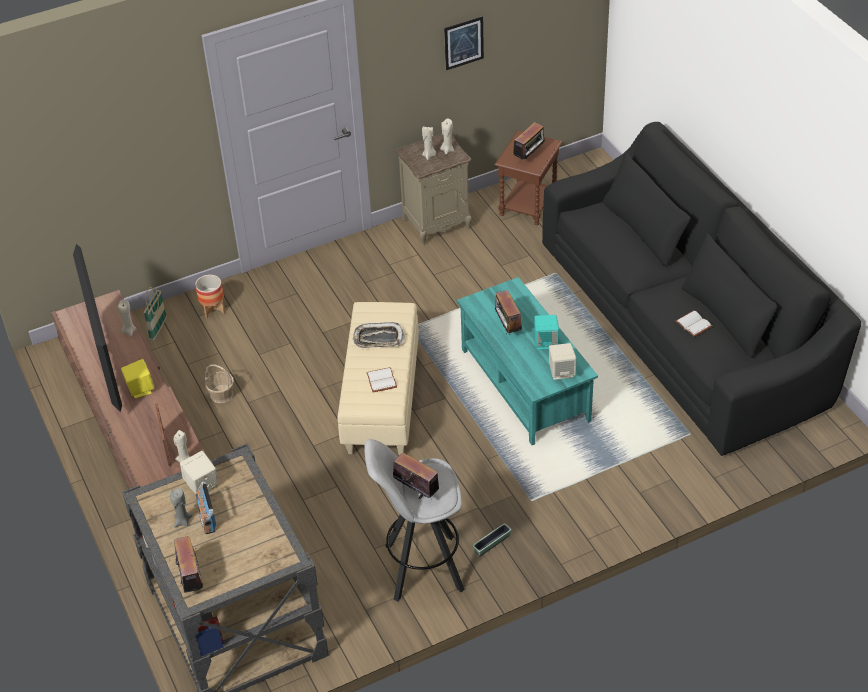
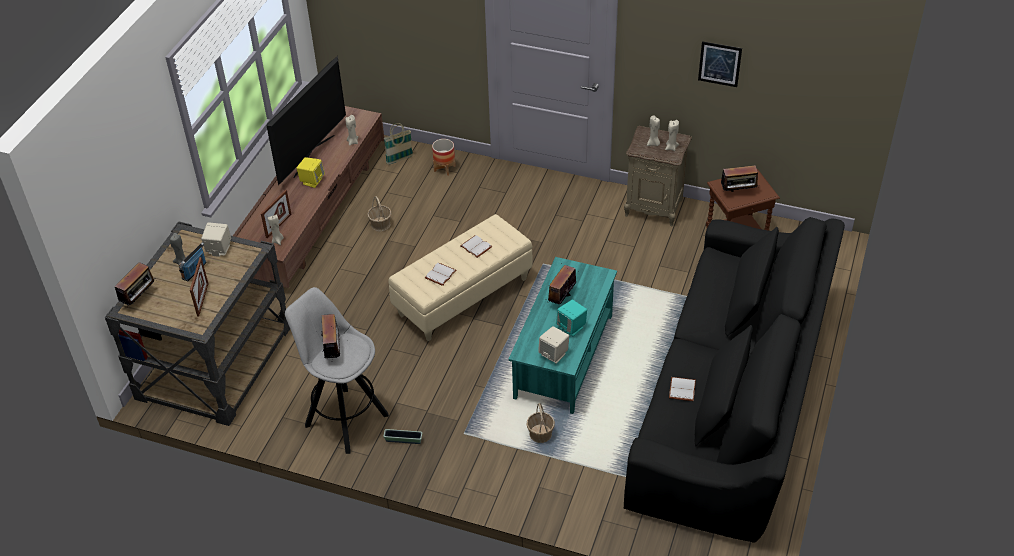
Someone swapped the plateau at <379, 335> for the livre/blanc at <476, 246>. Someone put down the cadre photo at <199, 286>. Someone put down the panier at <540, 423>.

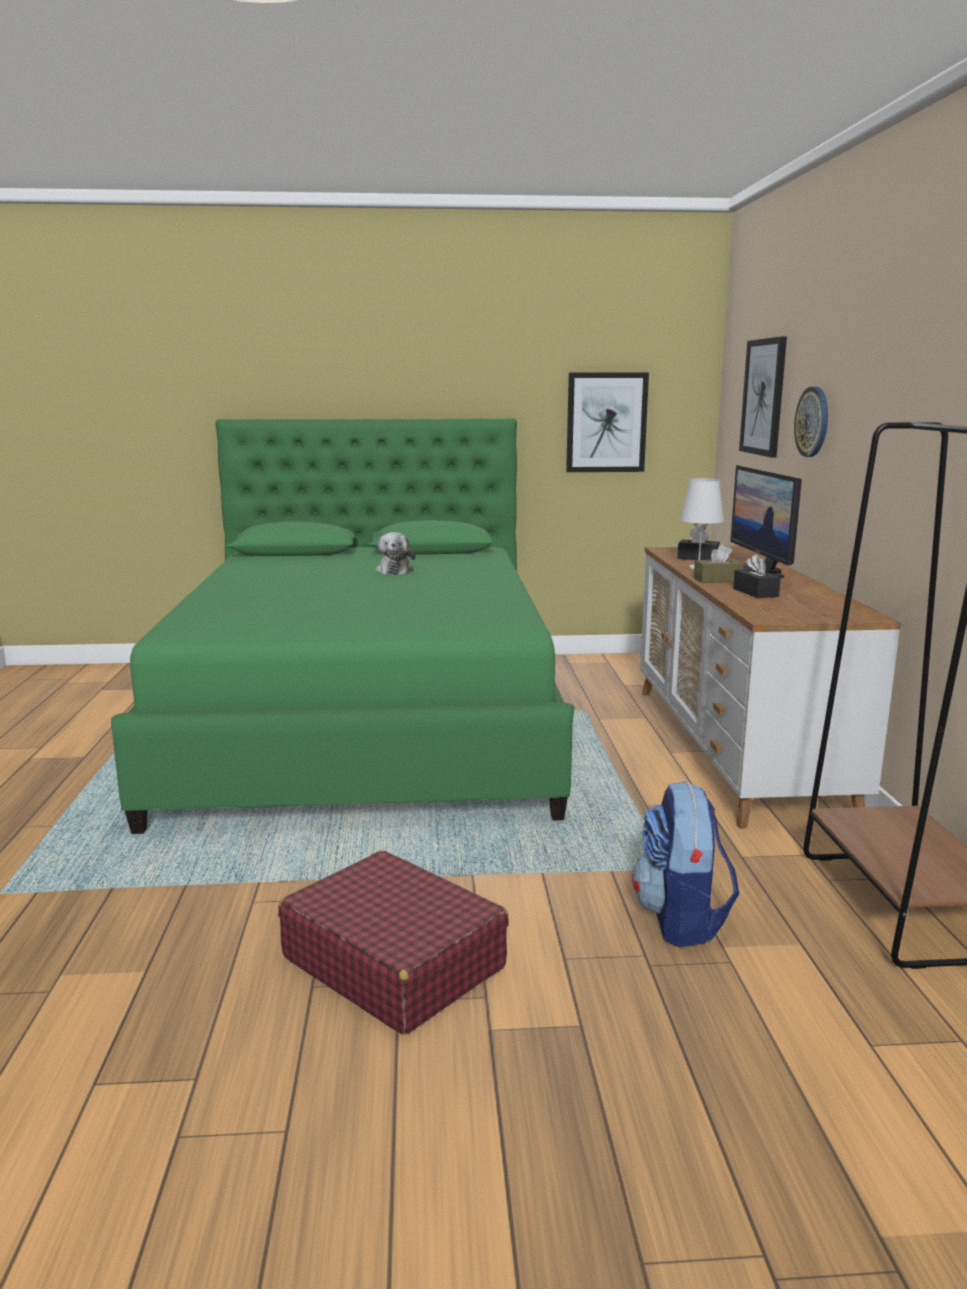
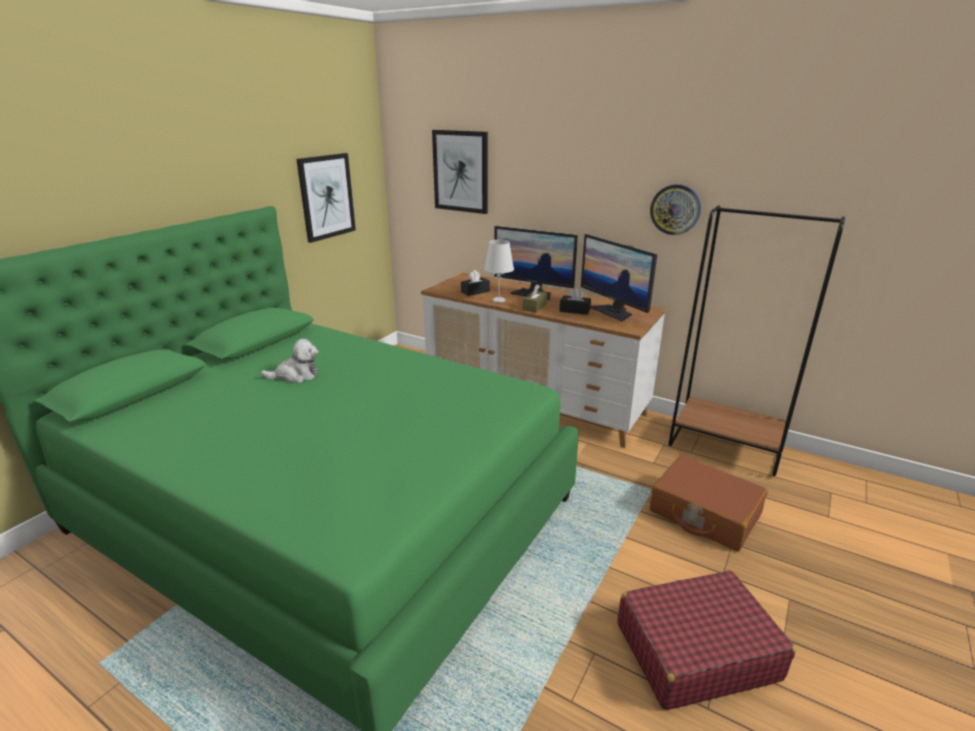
Someone rotated the peluche at <395, 553> by 45 degrees counterclockwise. Someone swapped the sac à dos at <685, 864> for the valise/marron at <709, 503>. Someone carried the horloge murale from <811, 422> to <675, 209>. Someone put down the écran d'ordinateur at <619, 277>.

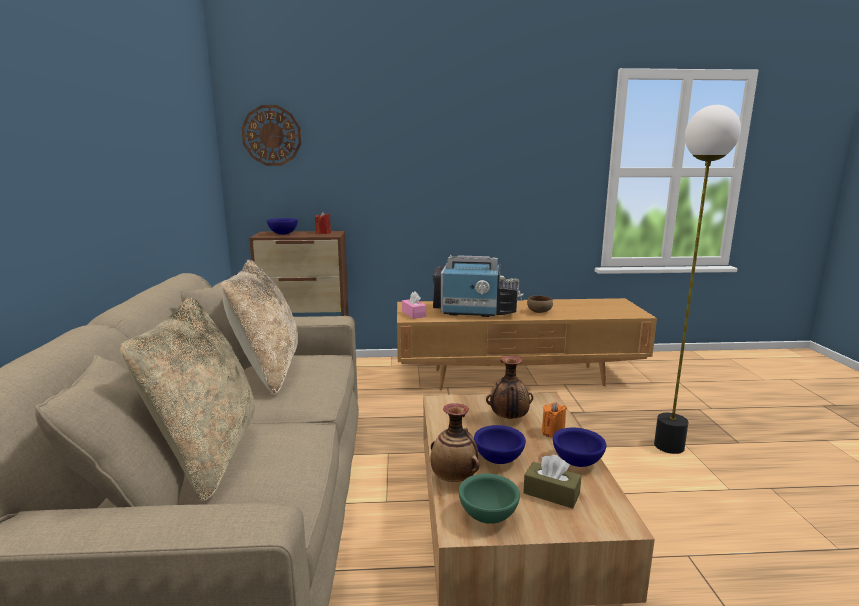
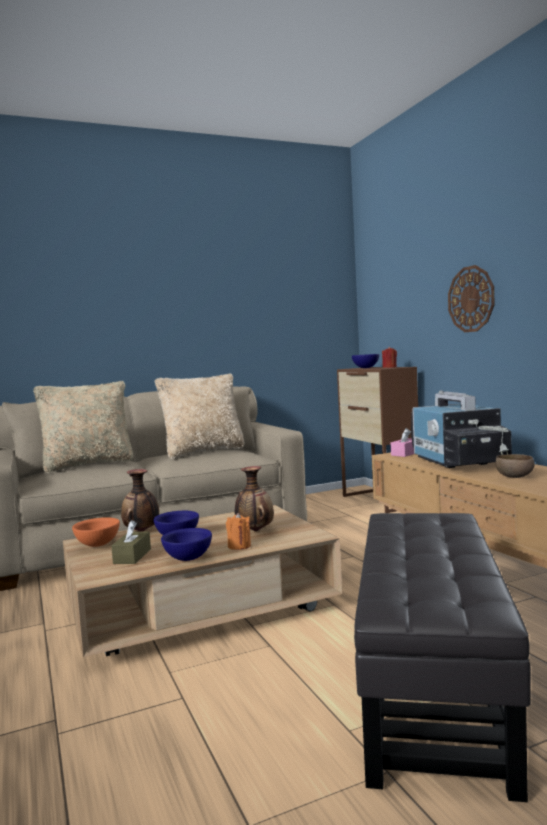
Someone carried the horloge murale from <271, 135> to <471, 298>. Someone repainted the bol/vert at <489, 499>, which became the bol/orange at <96, 532>. Someone swapped the lampadaire at <697, 279> for the pouf/noir at <442, 657>.

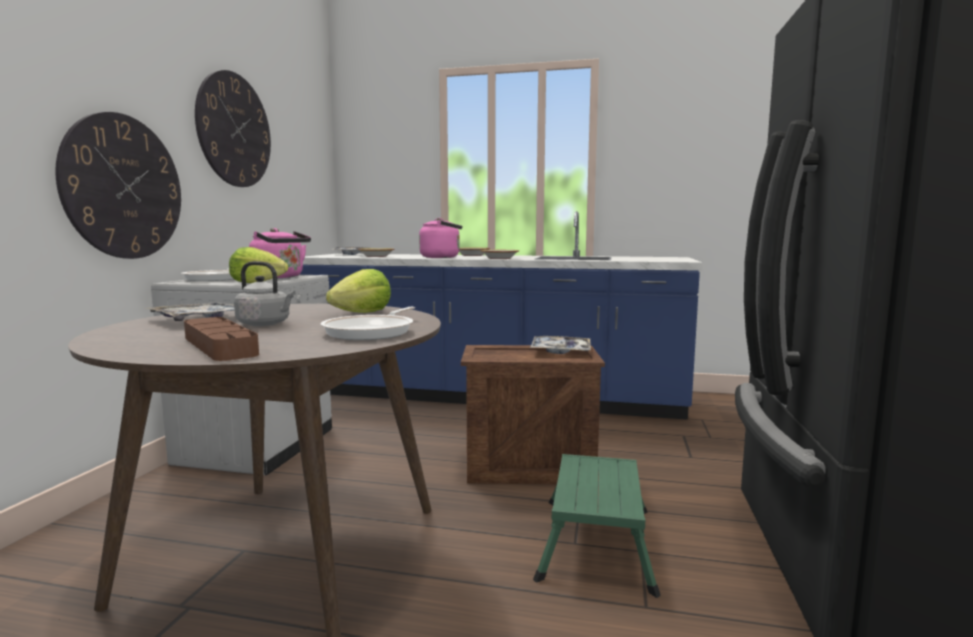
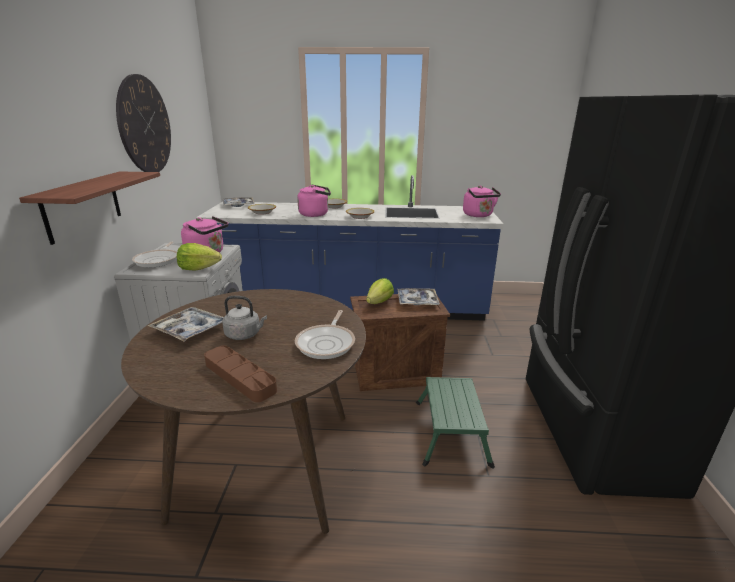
Someone swapped the horloge murale at <118, 185> for the étagère at <89, 208>. Someone carried the laitue from <358, 291> to <380, 291>. Someone put down the bouilloire/rose at <482, 201>.

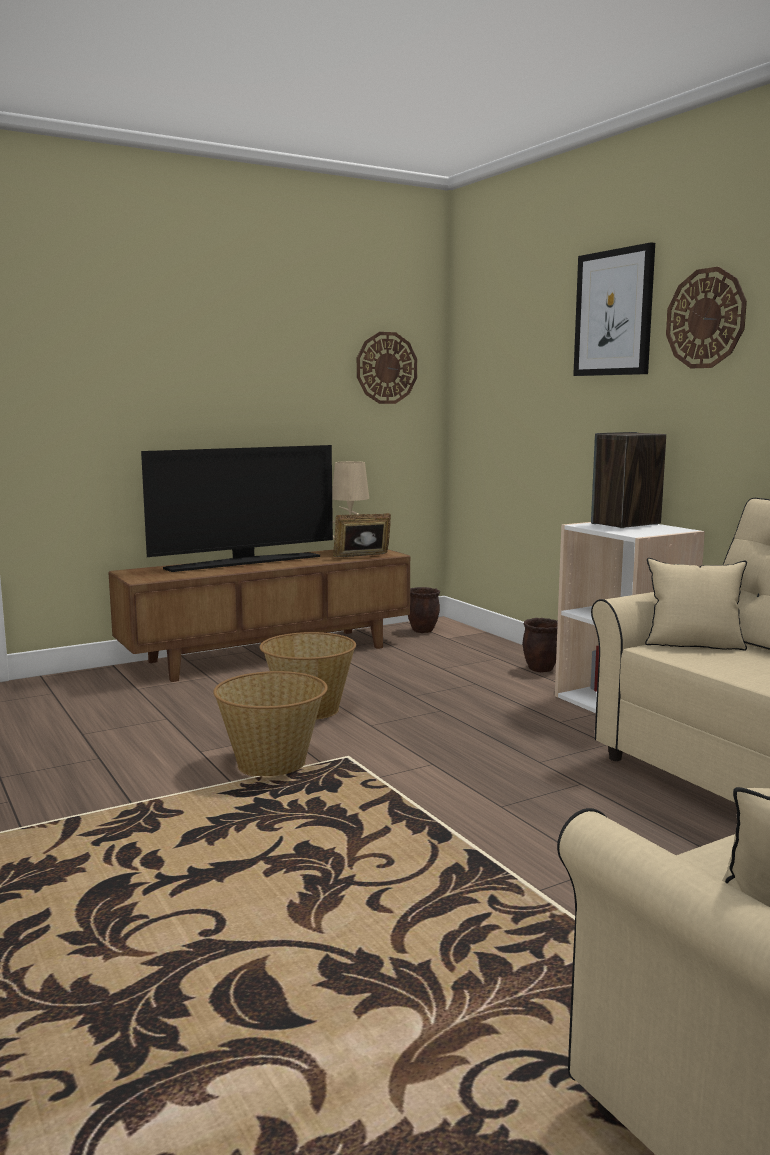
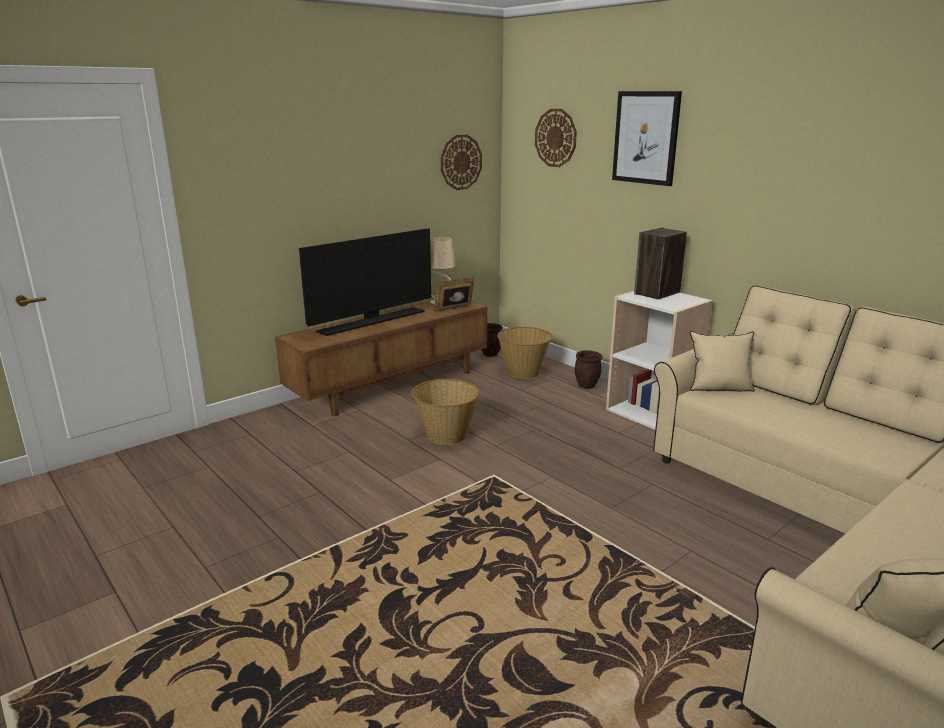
Someone carried the panier from <270, 724> to <525, 353>. Someone carried the horloge murale from <706, 318> to <556, 138>.

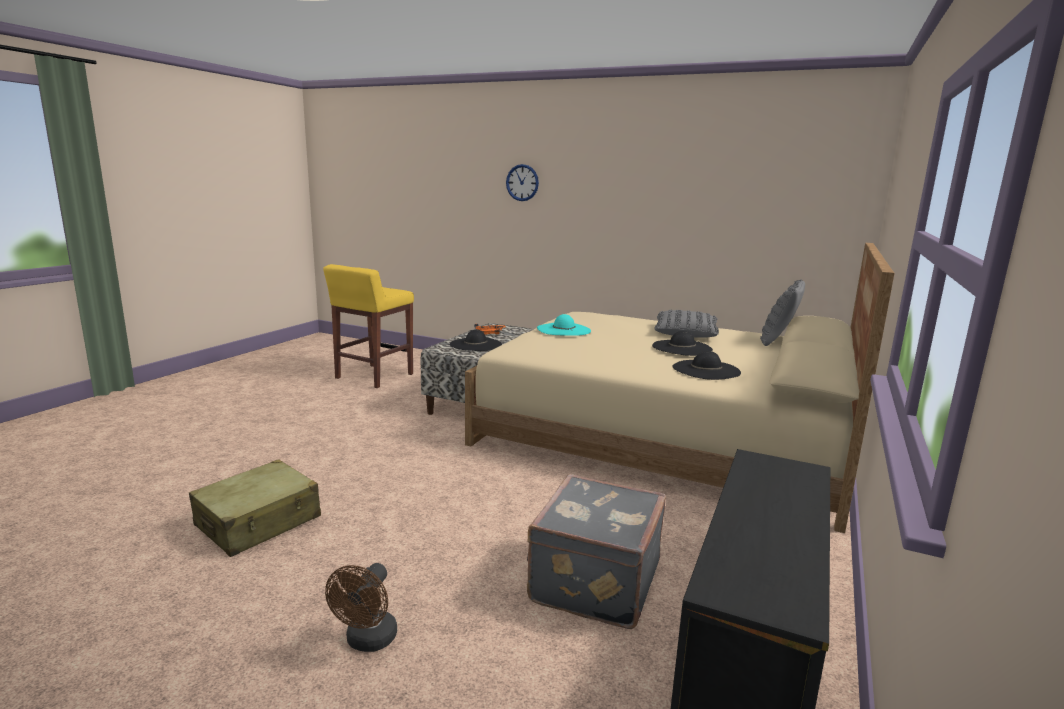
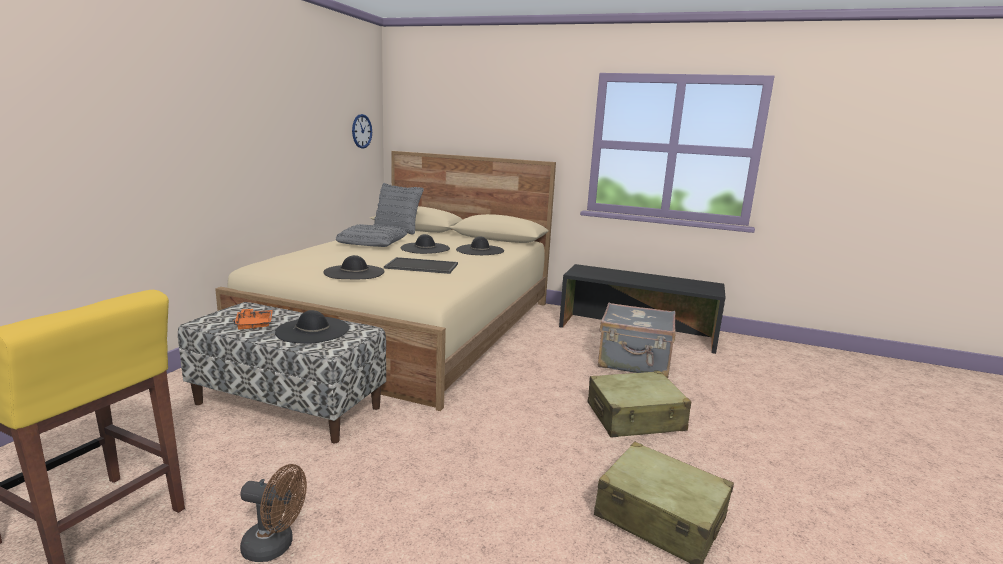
Someone carried the ventilateur/marron from <361, 607> to <273, 513>. Someone carried the horloge murale from <522, 182> to <362, 131>. Someone repainted the chapeau/turquoise at <564, 325>, which became the chapeau/noir at <354, 267>. Someone put down the plateau at <421, 265>. Someone put down the valise/beige at <639, 404>.

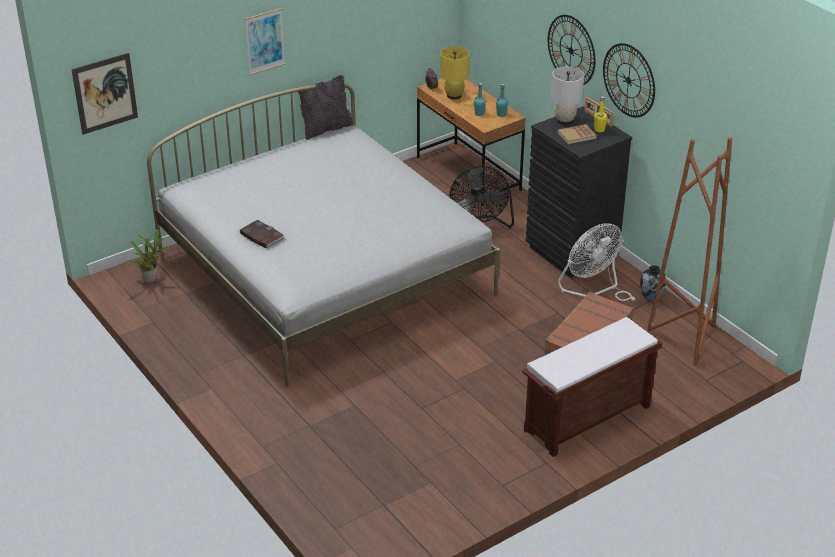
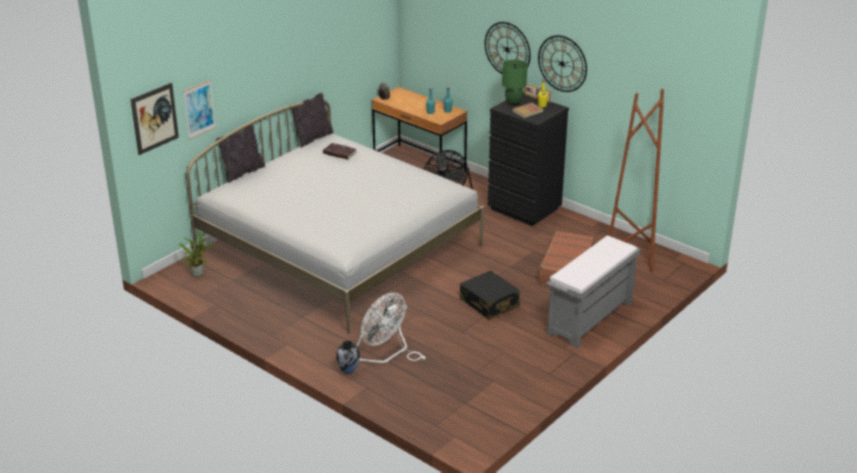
Someone carried the livre from <262, 234> to <340, 151>. Someone carried the tableau from <265, 41> to <199, 109>. Someone took away the lampe de table/jaune at <454, 72>. Someone repainted the banc/marron at <592, 387>, which became the banc/gris at <593, 292>. Someone repainted the lampe de table/blanc at <567, 95>, which became the lampe de table/vert at <514, 83>. Someone carried the ventilateur/blanc from <596, 262> to <391, 328>. Someone carried the vase from <653, 283> to <348, 357>. Someone put down the coussin/noir at <240, 154>. Someone put down the valise/noir at <490, 294>.

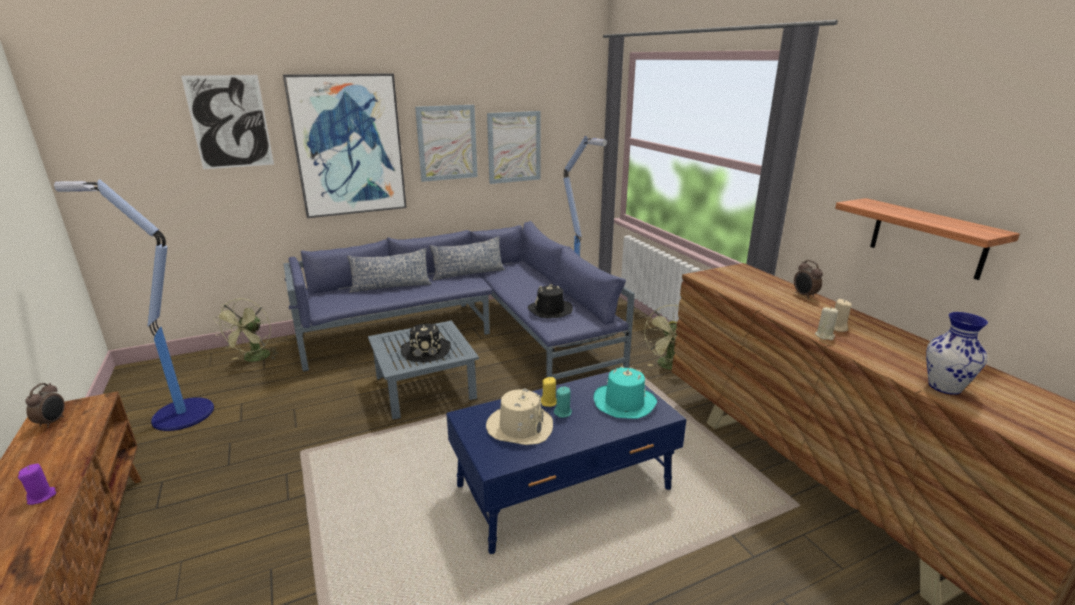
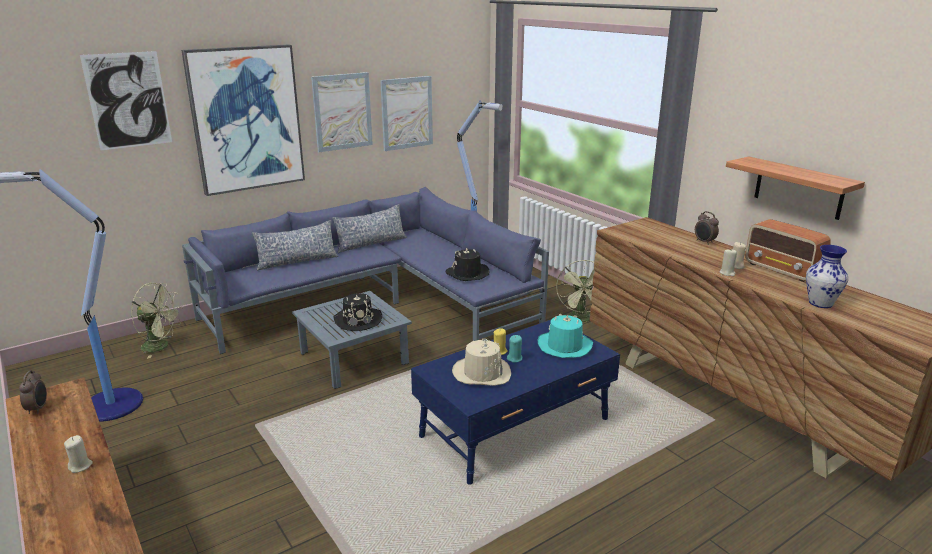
Someone repainted the bougie/violet at <37, 484>, which became the bougie/beige at <78, 454>. Someone rotated the ventilateur/vert at <246, 330> by 75 degrees counterclockwise. Someone put down the radio at <788, 250>.

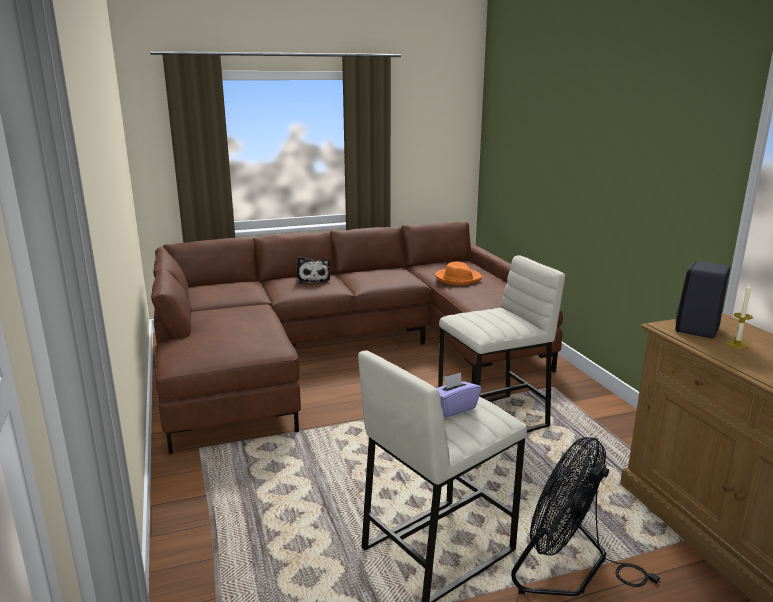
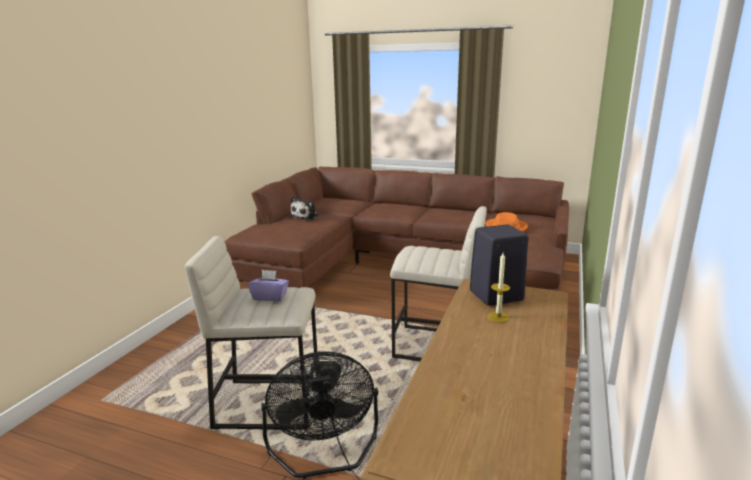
Someone carried the peluche from <313, 270> to <304, 208>.

